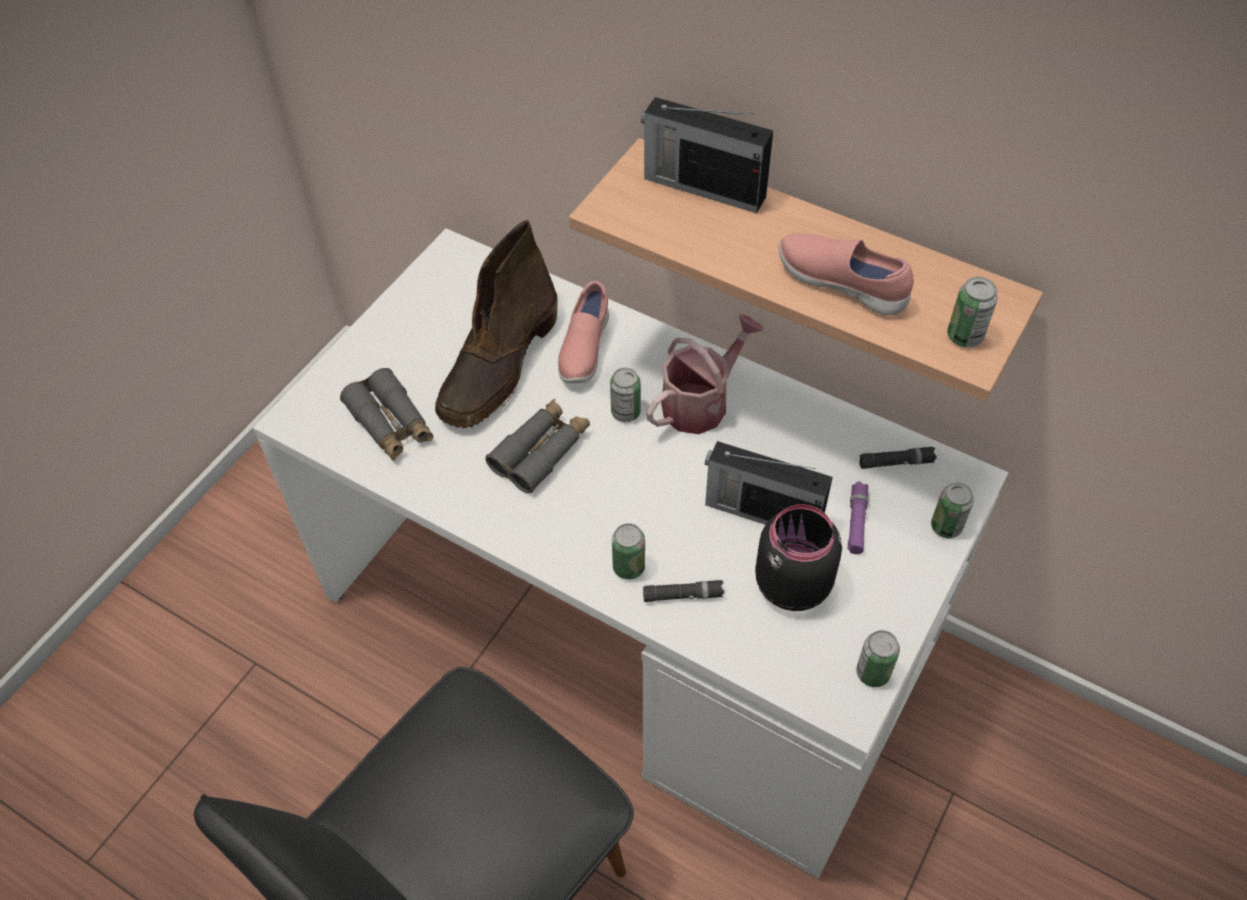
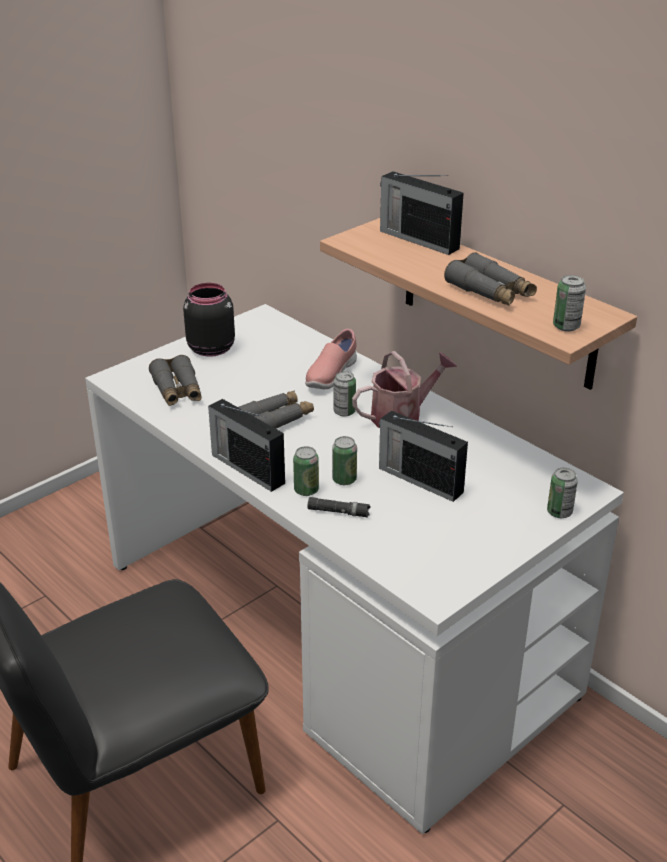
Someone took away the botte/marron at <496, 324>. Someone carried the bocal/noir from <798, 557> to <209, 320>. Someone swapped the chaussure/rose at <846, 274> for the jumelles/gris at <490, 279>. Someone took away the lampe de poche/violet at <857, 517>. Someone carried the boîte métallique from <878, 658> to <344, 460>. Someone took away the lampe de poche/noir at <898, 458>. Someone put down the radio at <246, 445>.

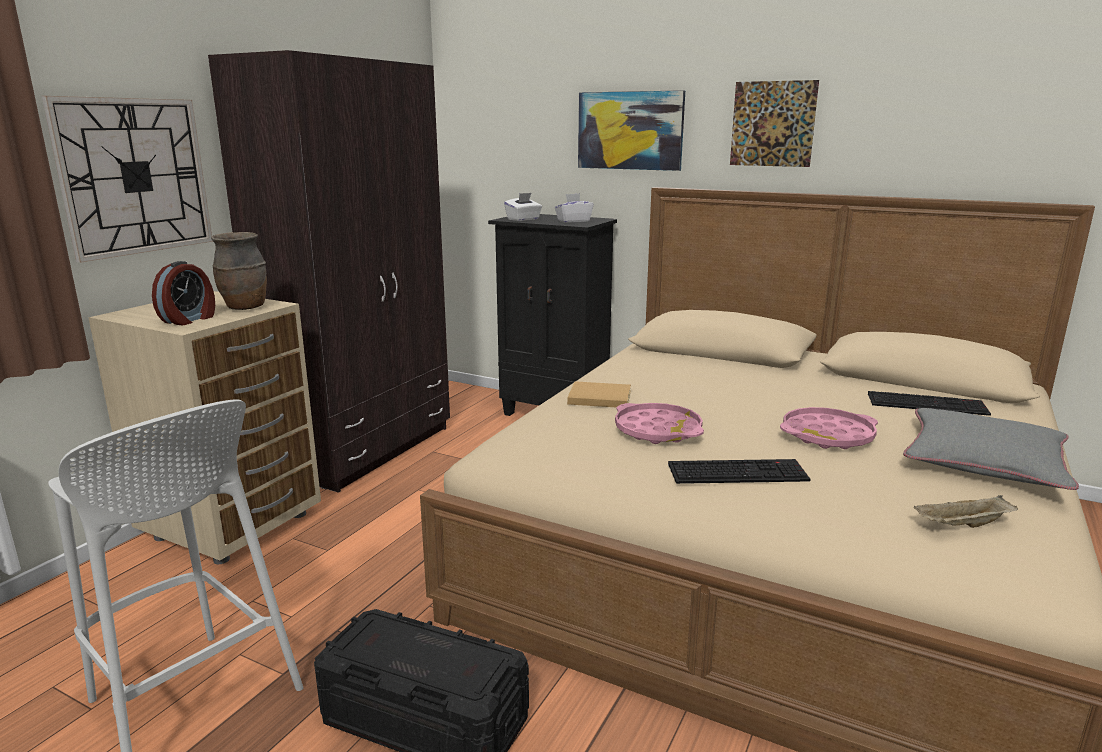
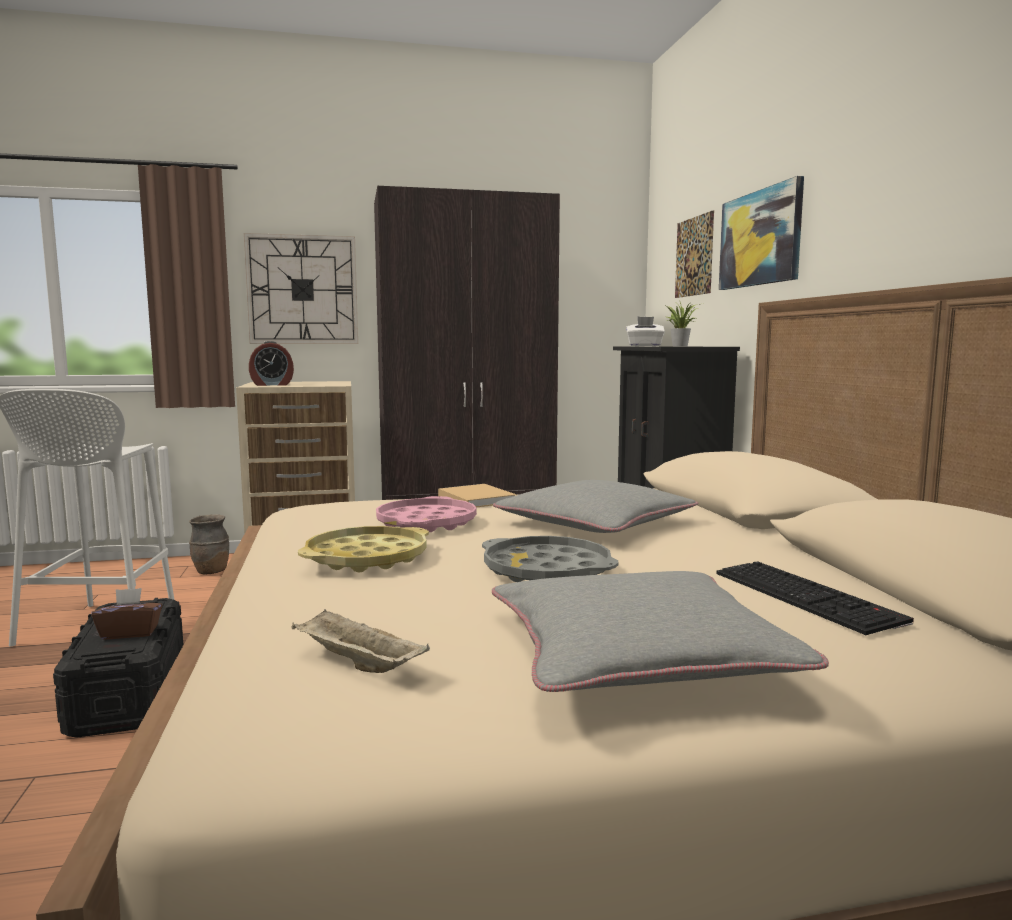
Someone carried the vase/marron from <239, 271> to <209, 544>. Someone swapped the boîte à mouchoirs/blanc at <574, 208> for the plante en pot at <682, 323>. Someone swapped the clavier at <739, 471> for the plateau/jaune at <363, 549>. Someone carried the tableau from <774, 123> to <694, 254>. Someone repainted the plateau/rose at <829, 428>, which became the plateau/gris at <550, 559>. Someone put down the boîte à mouchoirs/marron at <126, 613>. Someone put down the coussin/gris at <595, 506>.

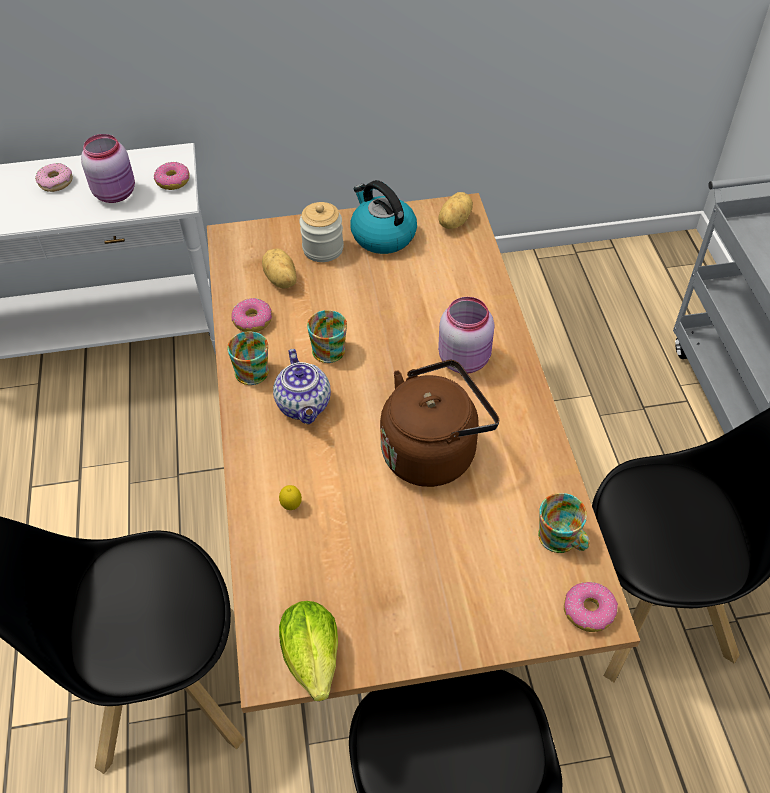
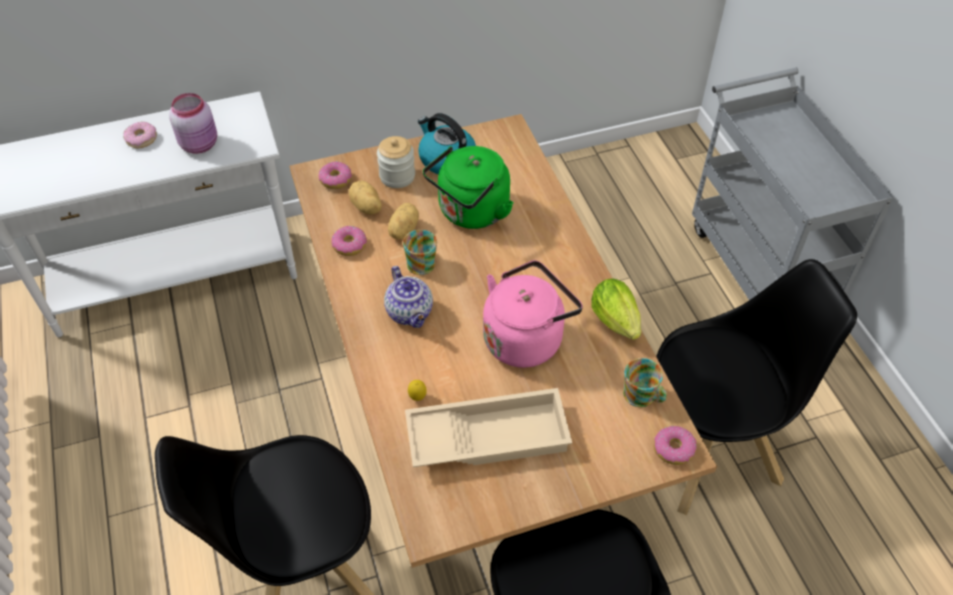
Someone carried the beignet from <172, 176> to <335, 175>. Someone took away the mug at <248, 358>. Someone carried the laitue from <308, 651> to <616, 309>. Someone repainted the bouilloire/marron at <439, 423>, which became the bouilloire/rose at <533, 314>. Someone carried the pomme de terre from <455, 210> to <403, 221>. Someone took away the bocal/rose at <466, 335>. Someone put down the plateau/beige at <488, 427>. Someone put down the bouilloire/vert at <468, 187>.

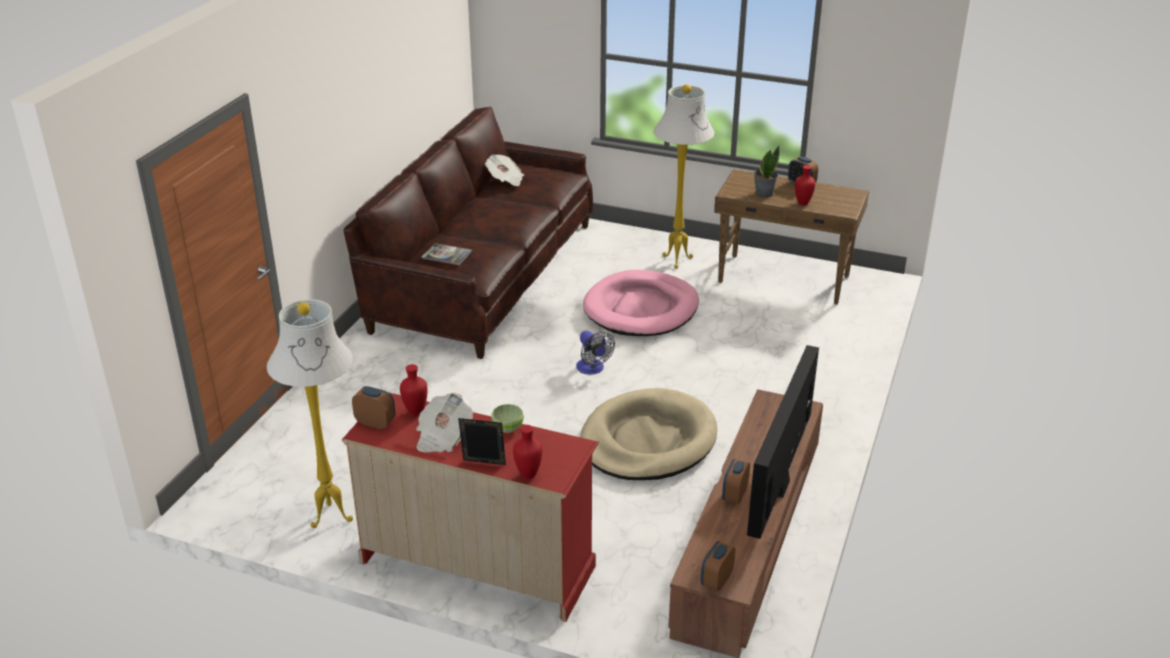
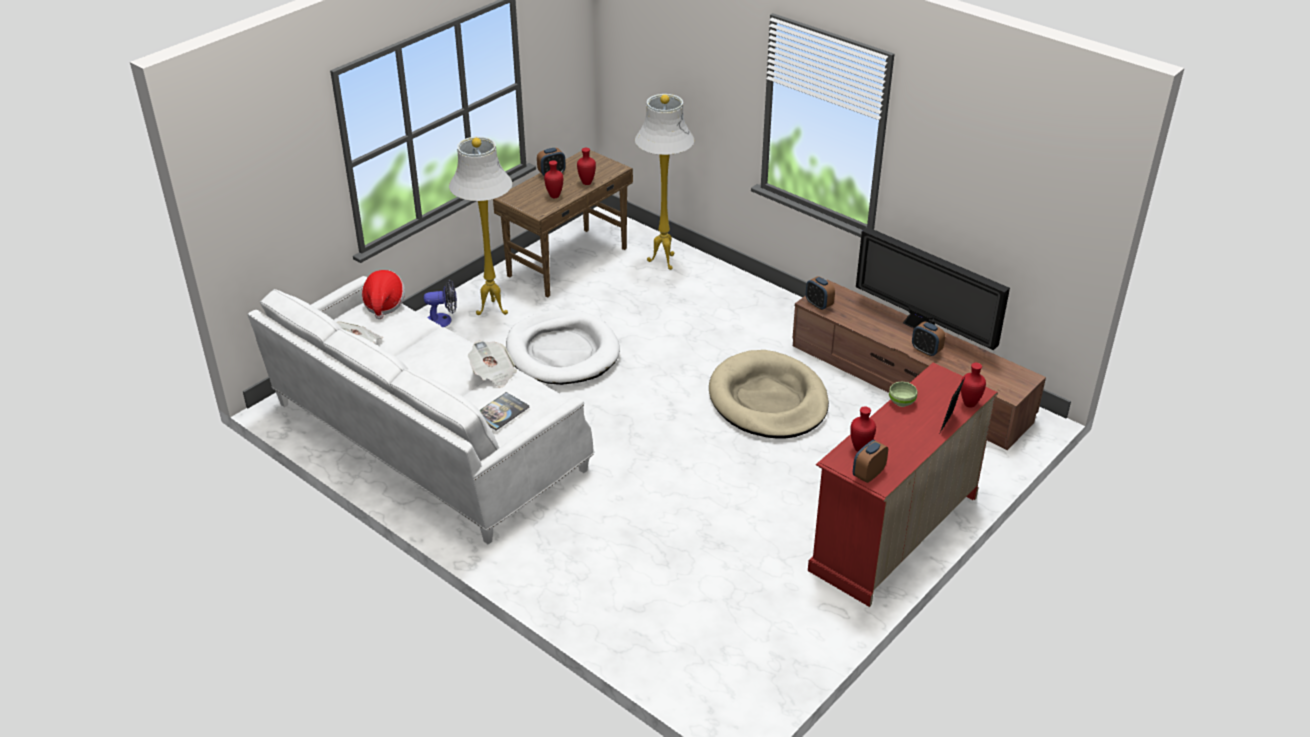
Someone carried the lampadaire/blanc from <310, 413> to <664, 182>. Someone repainted the canapé/marron at <469, 233>, which became the canapé/blanc at <421, 410>. Someone carried the journal from <444, 422> to <492, 364>. Someone carried the ventilateur from <595, 353> to <440, 303>. Someone repainted the panier pour chien/rose at <641, 303>, which became the panier pour chien/blanc at <563, 347>. Someone carried the réveil from <718, 566> to <820, 293>. Someone swapped the plante en pot at <767, 172> for the vase/rouge at <553, 179>. Someone put down the chapeau at <383, 294>.

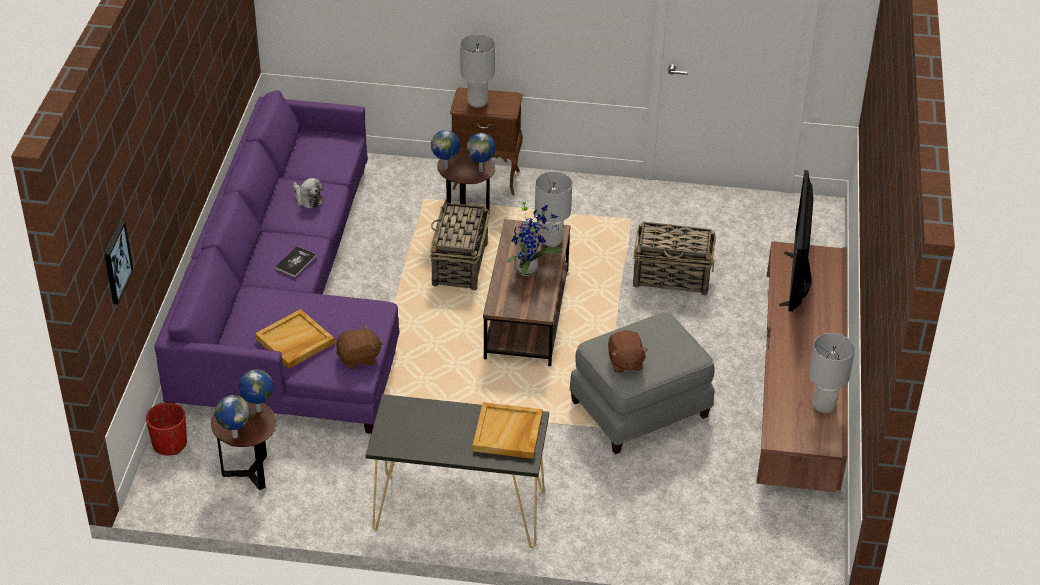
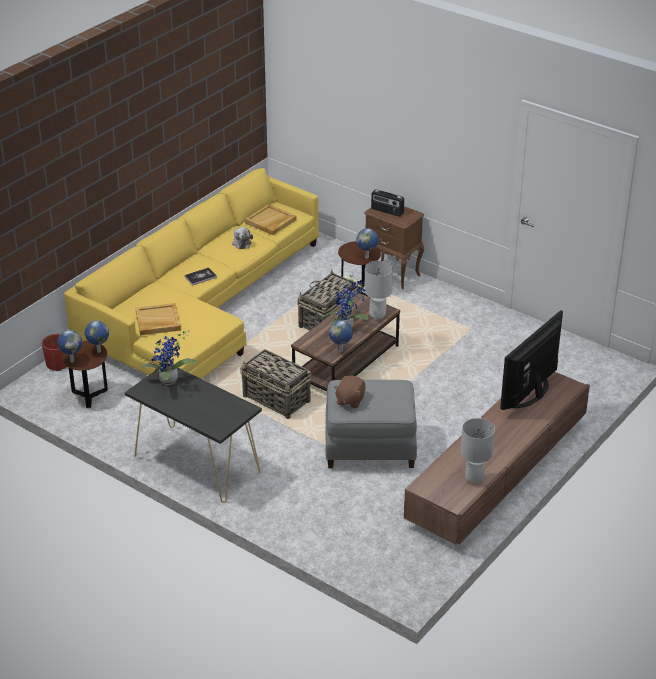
Someone took away the tableau at <118, 262>. Someone repainted the canapé/violet at <277, 262>, which became the canapé/jaune at <191, 273>. Someone took away the peluche/marron at <359, 347>. Someone carried the globe from <445, 149> to <341, 336>. Someone swapped the lampe de table/gris at <477, 71> for the radio at <387, 203>. Someone carried the plateau/beige from <508, 430> to <270, 219>. Someone carried the panier from <674, 258> to <275, 384>. Someone put down the plante en pot at <170, 357>.

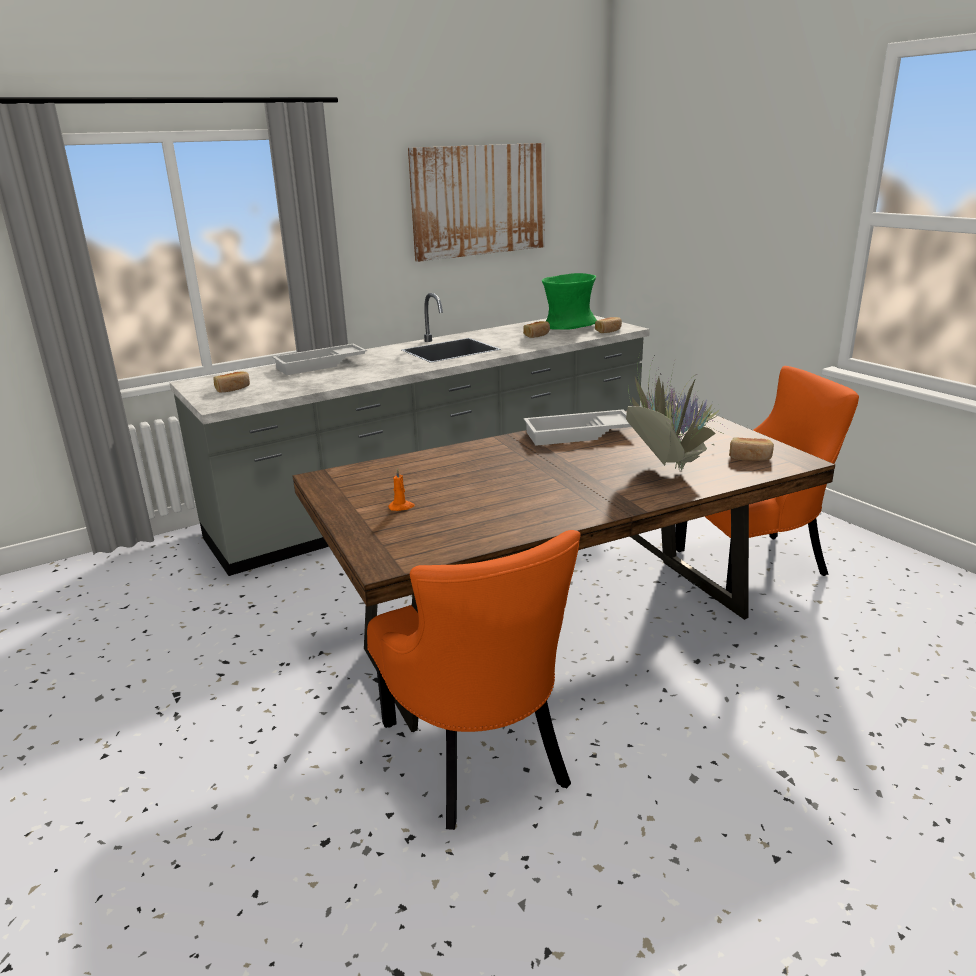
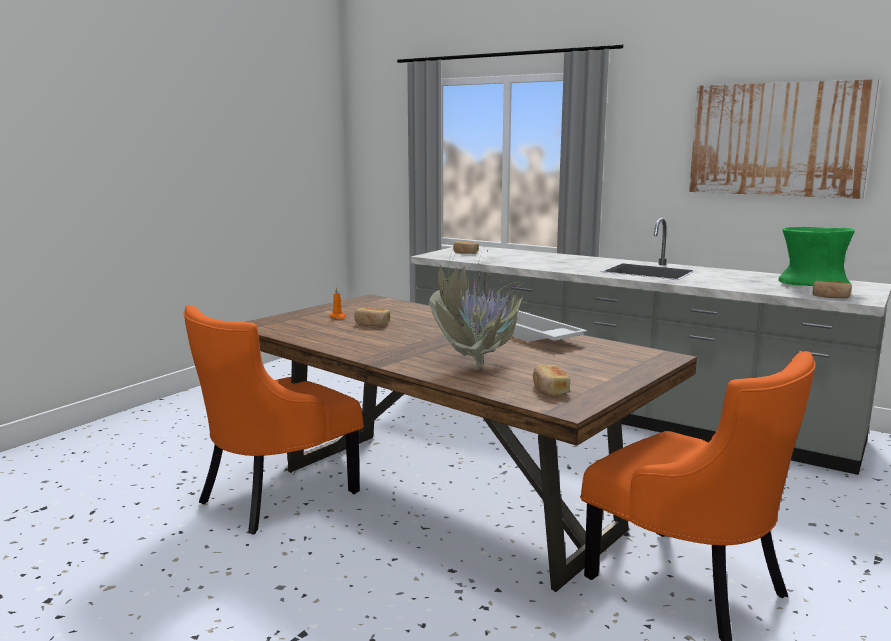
Someone took away the plateau/blanc at <319, 359>. Someone carried the pain from <536, 329> to <372, 317>.

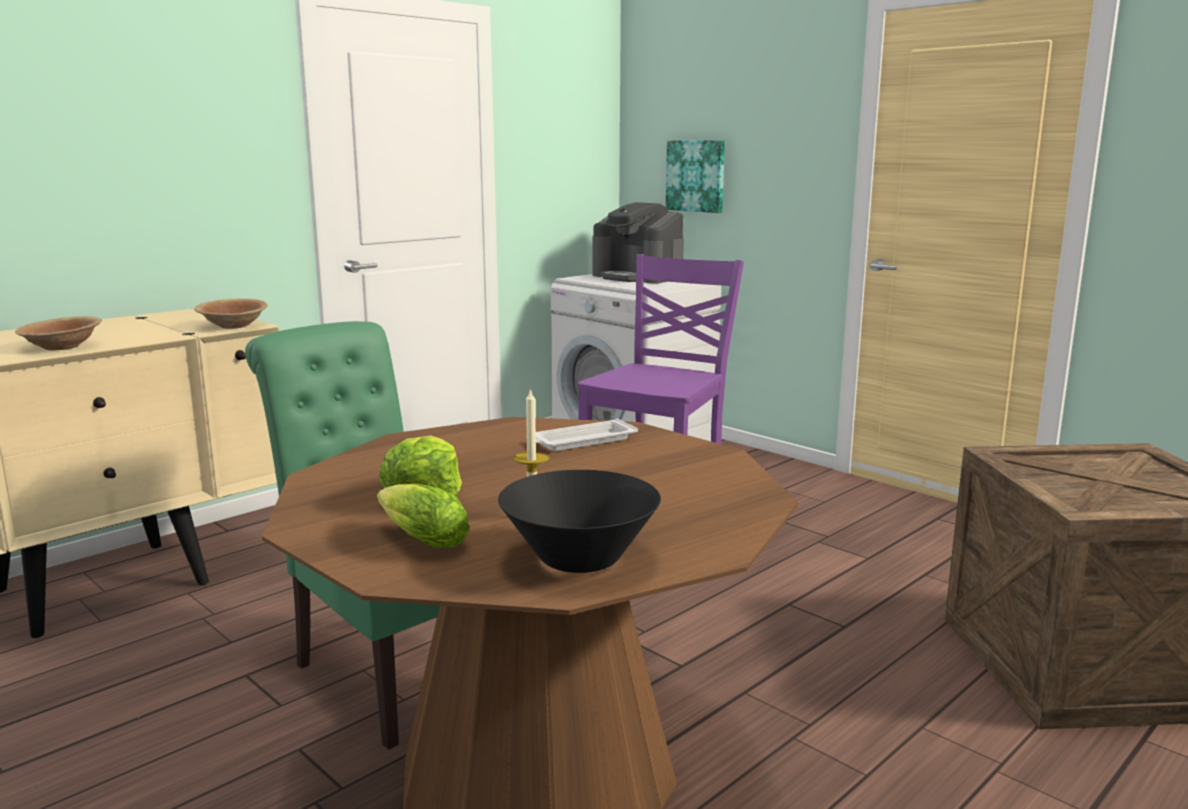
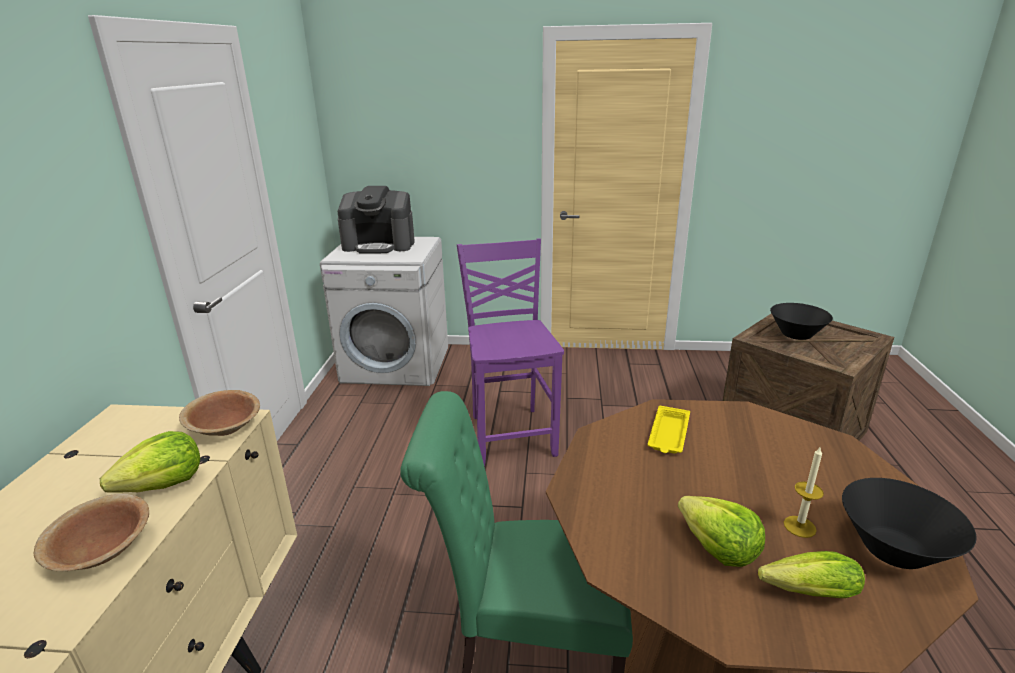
Someone repainted the plateau/blanc at <587, 434>, which became the plateau/jaune at <669, 429>. Someone took away the tableau at <695, 176>. Someone put down the laitue at <150, 462>. Someone put down the bol/noir at <801, 321>.

